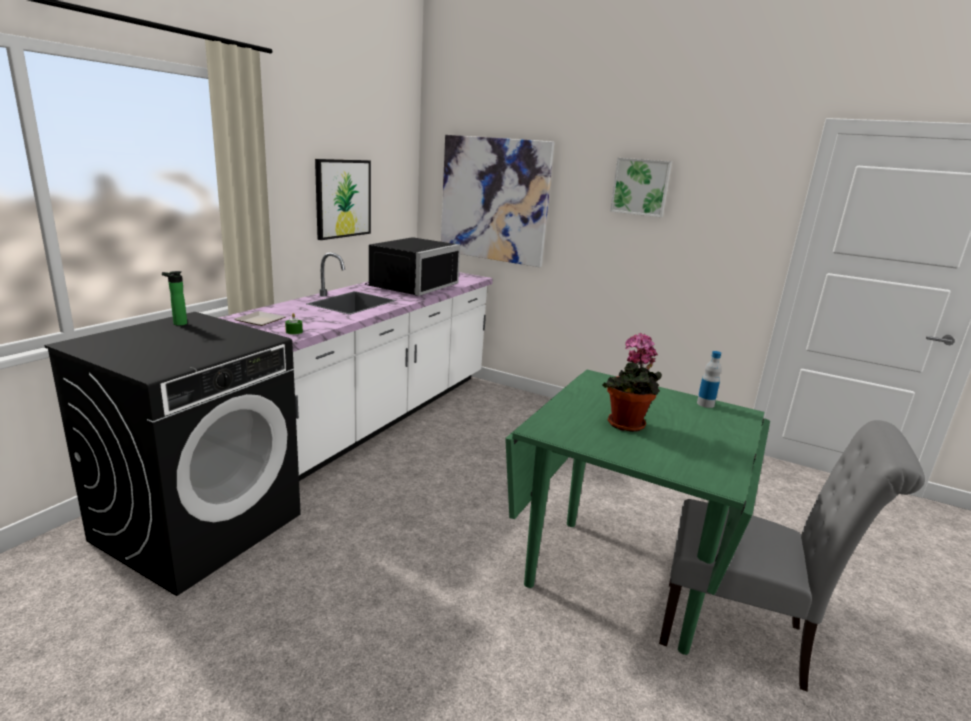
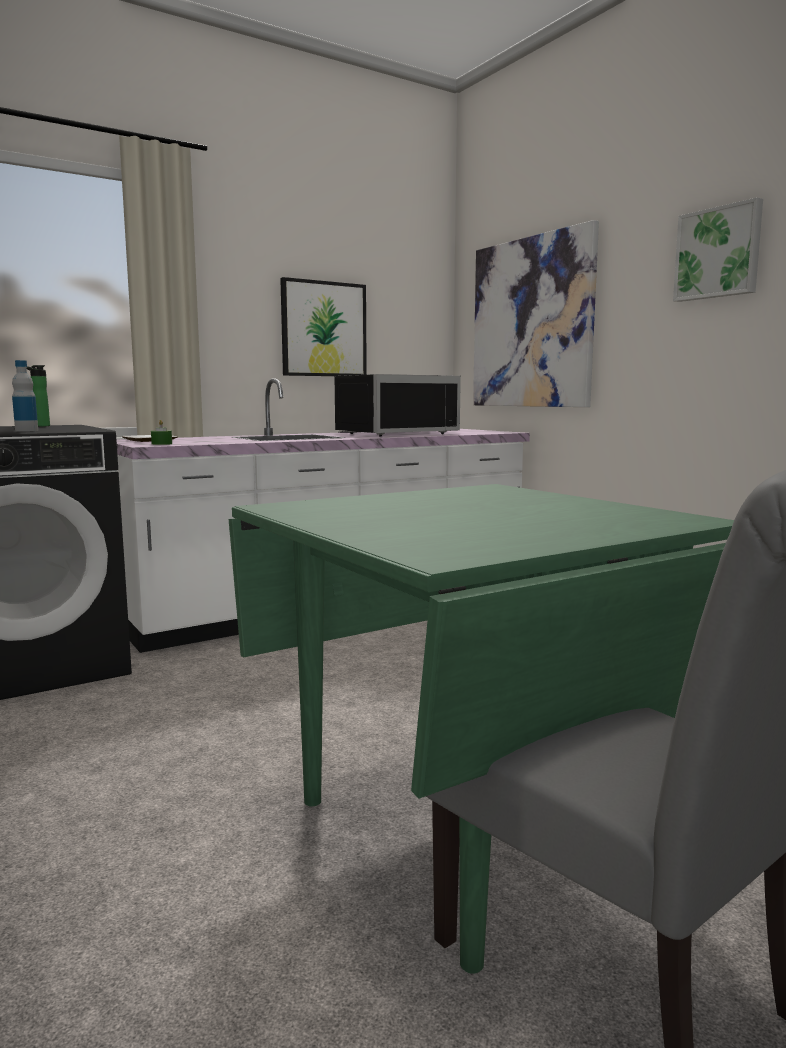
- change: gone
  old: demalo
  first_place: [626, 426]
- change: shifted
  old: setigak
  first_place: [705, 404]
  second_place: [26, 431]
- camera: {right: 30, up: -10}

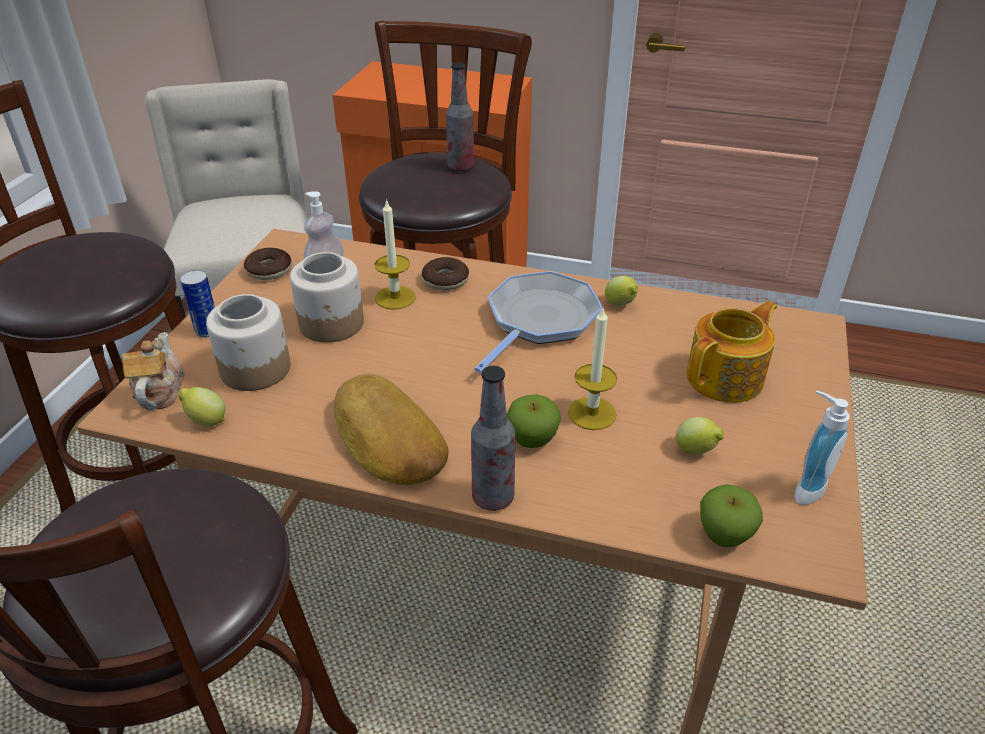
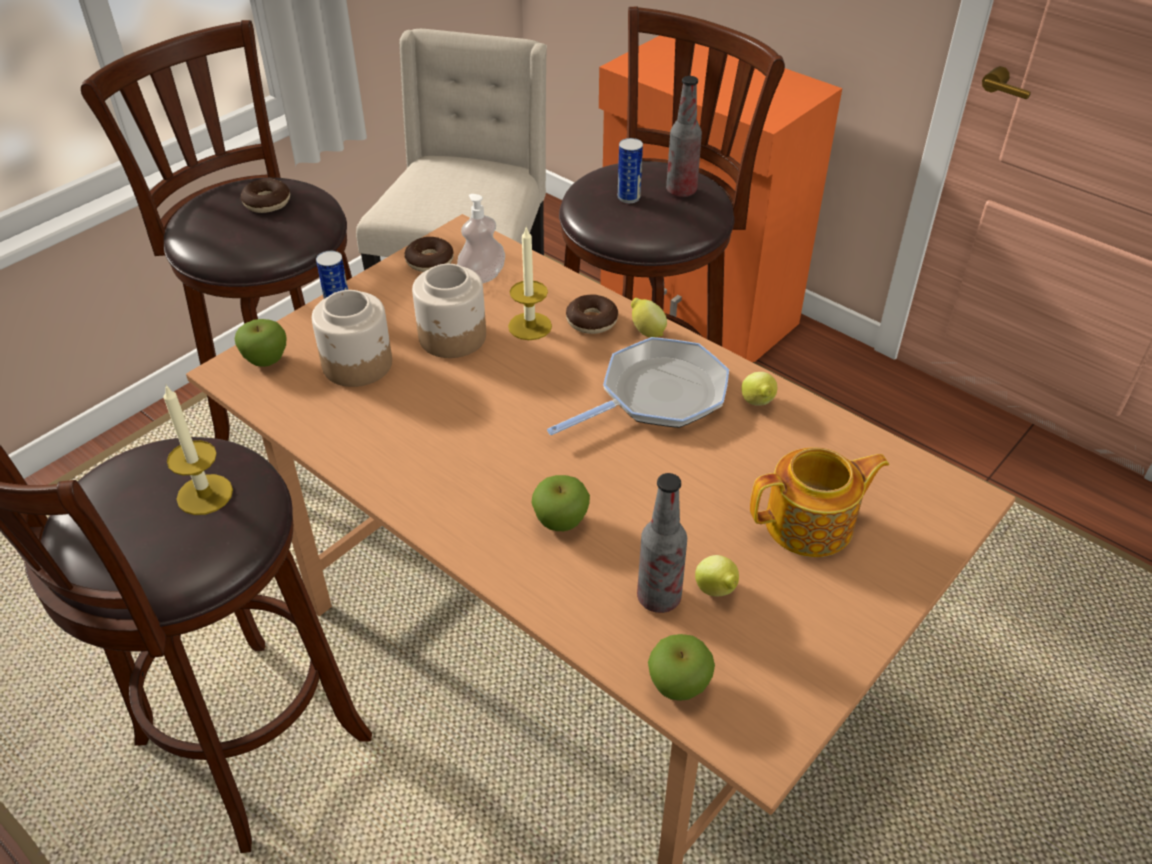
- change: shifted
  old: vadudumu
  first_place: [592, 413]
  second_place: [205, 494]
- change: swapped
  old: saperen
  new: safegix
  first_place: [159, 391]
  second_place: [266, 360]
- change: shifted
  old: setigak
  first_place: [493, 497]
  second_place: [658, 597]
- change: gone
  old: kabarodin
  first_place: [386, 440]
- change: shifted
  old: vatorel
  first_place: [206, 421]
  second_place: [646, 332]
- change: gone
  old: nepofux
  first_place: [804, 487]
- change: new
  new: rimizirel
  second_place: [628, 197]
- change: new
  new: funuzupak
  second_place: [267, 203]
- camera: {right: 25, up: 5}

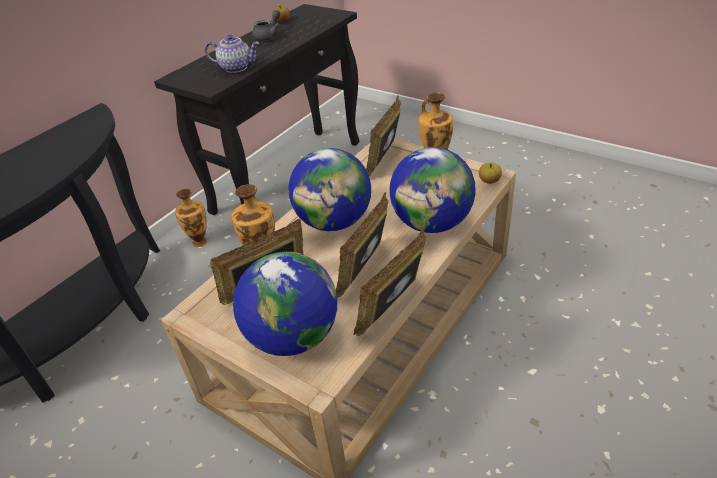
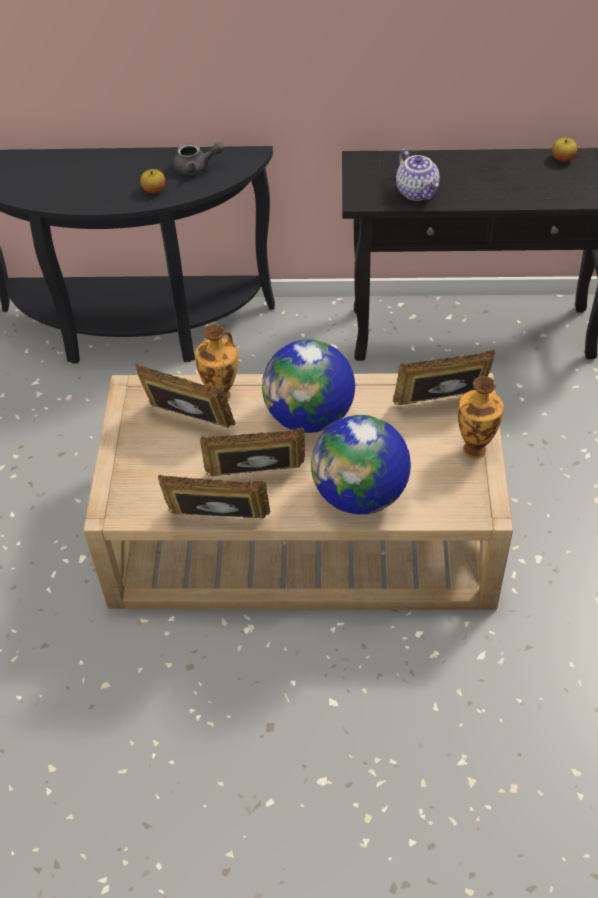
- change: shifted
  old: grey saperen
  first_place: [268, 36]
  second_place: [196, 167]
- change: shifted
  old: safegix
  first_place: [489, 181]
  second_place: [154, 190]
- change: gone
  old: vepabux
  first_place: [200, 241]
- change: gone
  old: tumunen
  first_place: [293, 336]
- camera: {right: 55, up: 10}

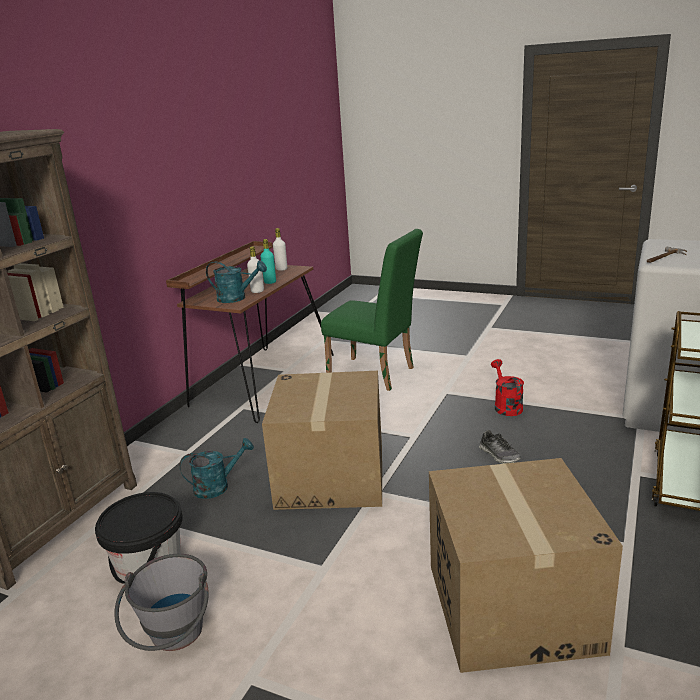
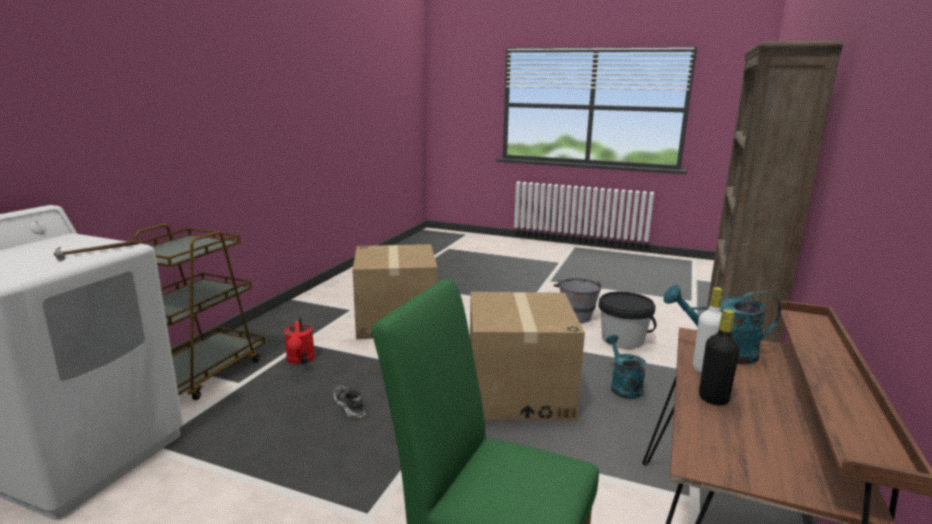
- change: gone
  old: white setigak
  first_place: [281, 269]
- change: repainted
  old: turquoise setigak
  new: black setigak
  first_place: [270, 282]
  second_place: [713, 399]
- change: shifted
  old: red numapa
  first_place: [506, 406]
  second_place: [300, 360]
- change: rotated
  old: turquoise numapa
  first_place: [218, 486]
  second_place: [623, 386]
  degrees: 105
- camera: {right: 175, up: -5}

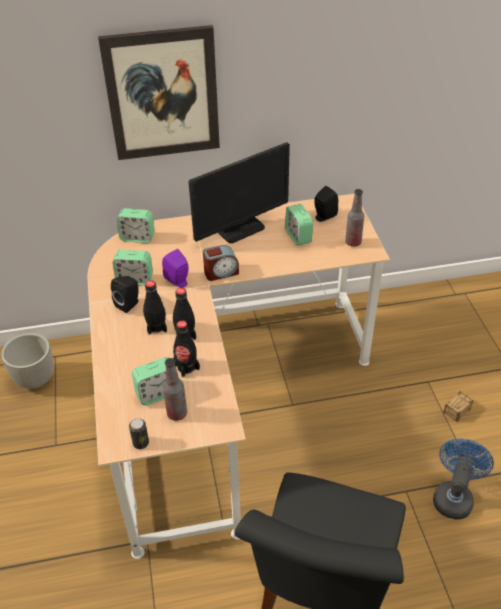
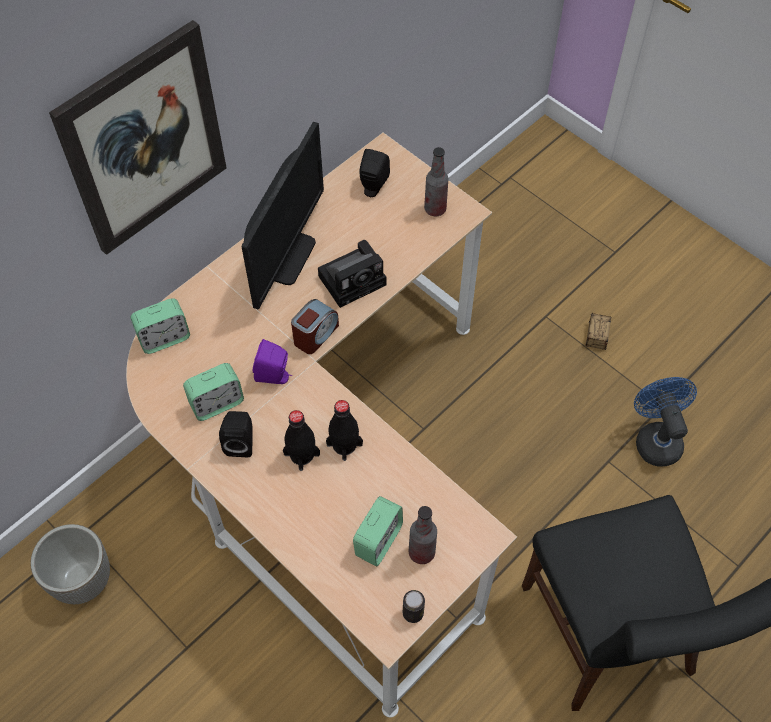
- change: gone
  old: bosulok
  first_place: [298, 236]
- change: gone
  old: black setigak
  first_place: [186, 367]
- change: new
  new: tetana
  second_place: [354, 279]
- camera: {right: -35, up: 15}

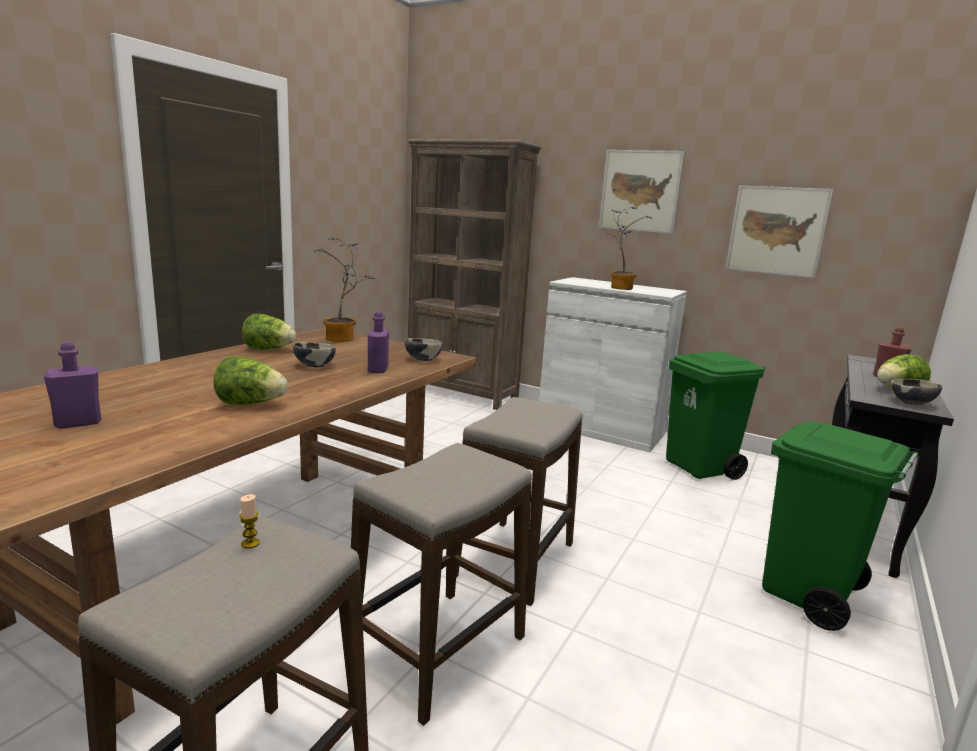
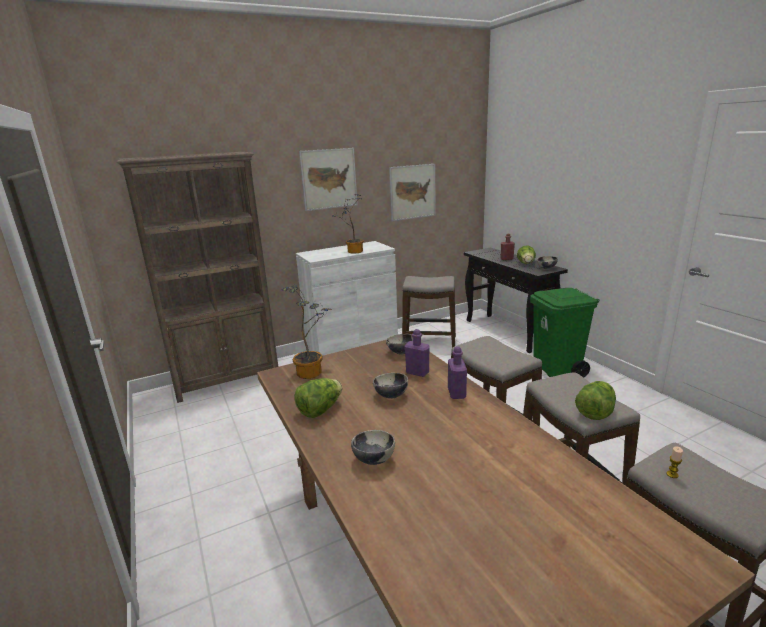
- change: shifted
  old: purple setigak
  first_place: [78, 423]
  second_place: [456, 393]
- change: swapped
  old: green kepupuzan
  new: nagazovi
  first_place: [700, 468]
  second_place: [429, 343]
- change: shifted
  old: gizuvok
  first_place: [250, 404]
  second_place: [595, 412]
- change: new
  new: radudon
  second_place: [373, 460]
- camera: {right: -55, up: 5}

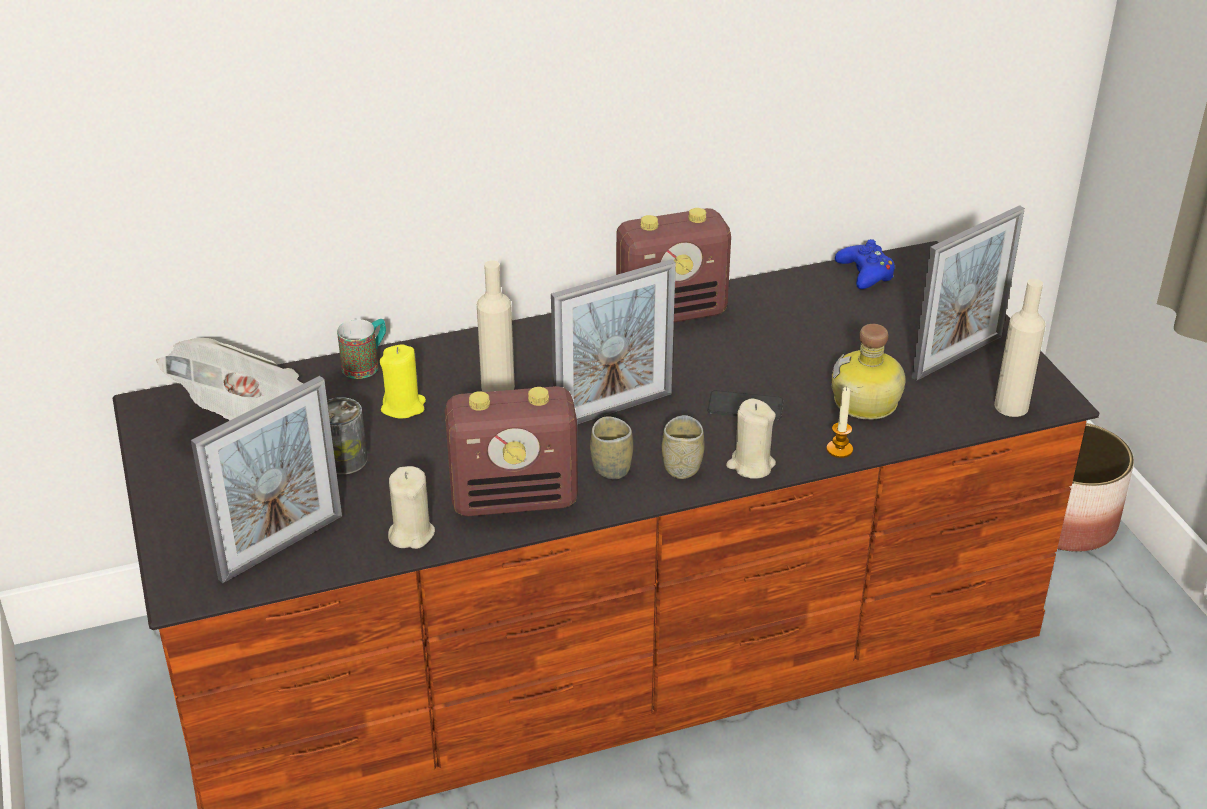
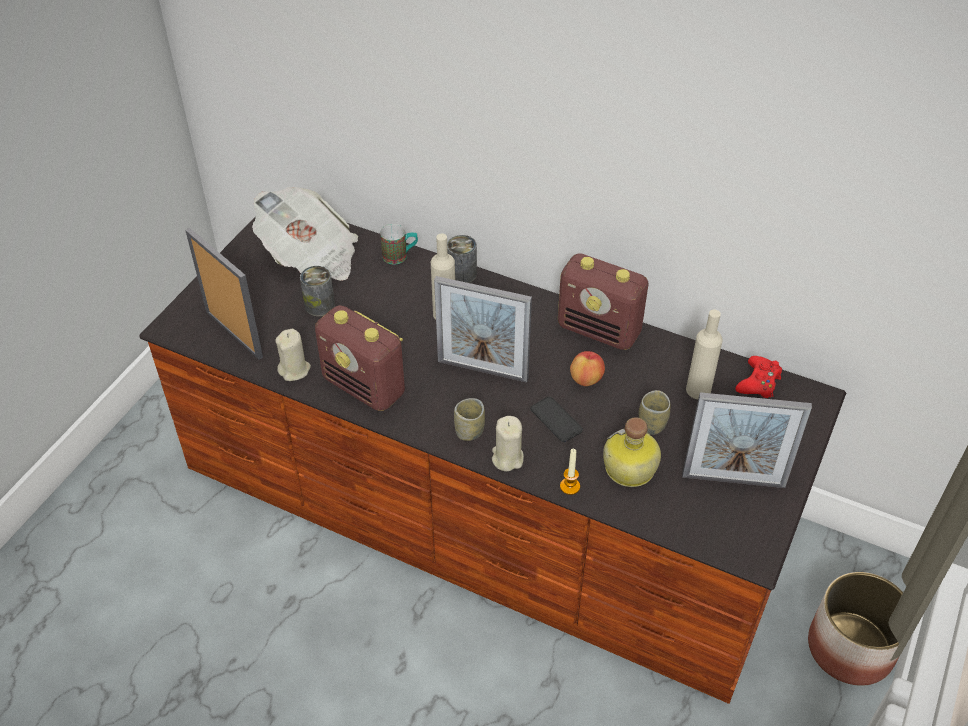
- change: repainted
  old: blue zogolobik
  new: red zogolobik
  first_place: [865, 273]
  second_place: [758, 383]
- change: shifted
  old: beige setigak
  first_place: [1011, 406]
  second_place: [698, 390]
- change: gone
  old: yellow vadudumu
  first_place: [403, 407]
- change: rotated
  old: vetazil
  first_place: [281, 547]
  second_place: [234, 334]
  degrees: -135
- change: shifted
  old: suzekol
  first_place: [611, 468]
  second_place: [652, 425]
- change: new
  new: rimizirel
  second_place: [462, 274]
- change: new
  new: safegix
  second_place: [586, 379]
- camera: {right: 45, up: 10}

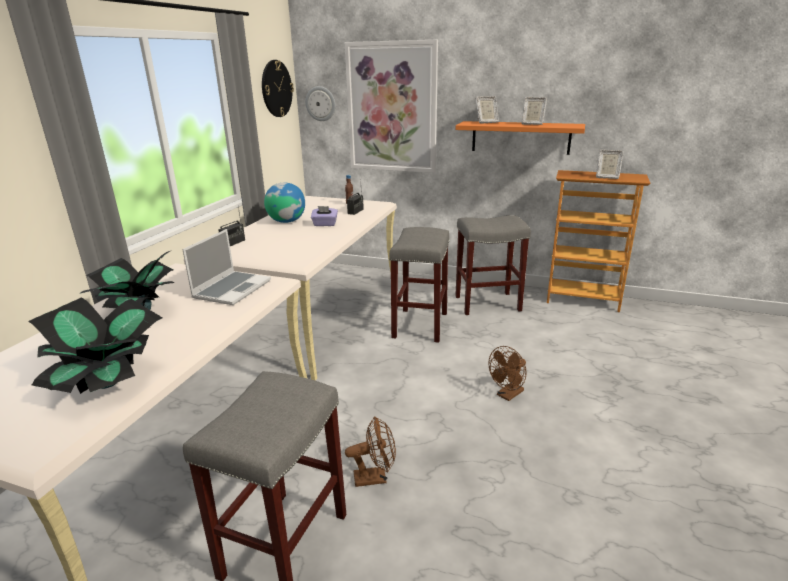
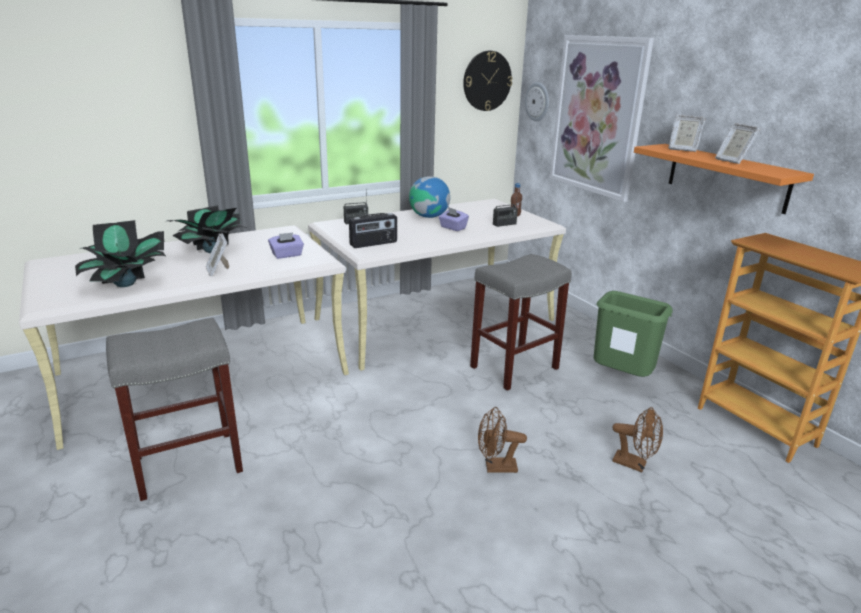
- change: shifted
  old: vetazil
  first_place: [606, 177]
  second_place: [218, 271]
- change: swapped
  old: grey nagazovi
  new: green kepupuzan
  first_place: [488, 303]
  second_place: [621, 378]
- change: swapped
  old: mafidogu
  new: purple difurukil
  first_place: [232, 289]
  second_place: [287, 255]
- change: shifted
  old: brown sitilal
  first_place: [375, 477]
  second_place: [634, 464]
- change: new
  new: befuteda
  second_place: [373, 244]
- camera: {right: 40, up: 0}

